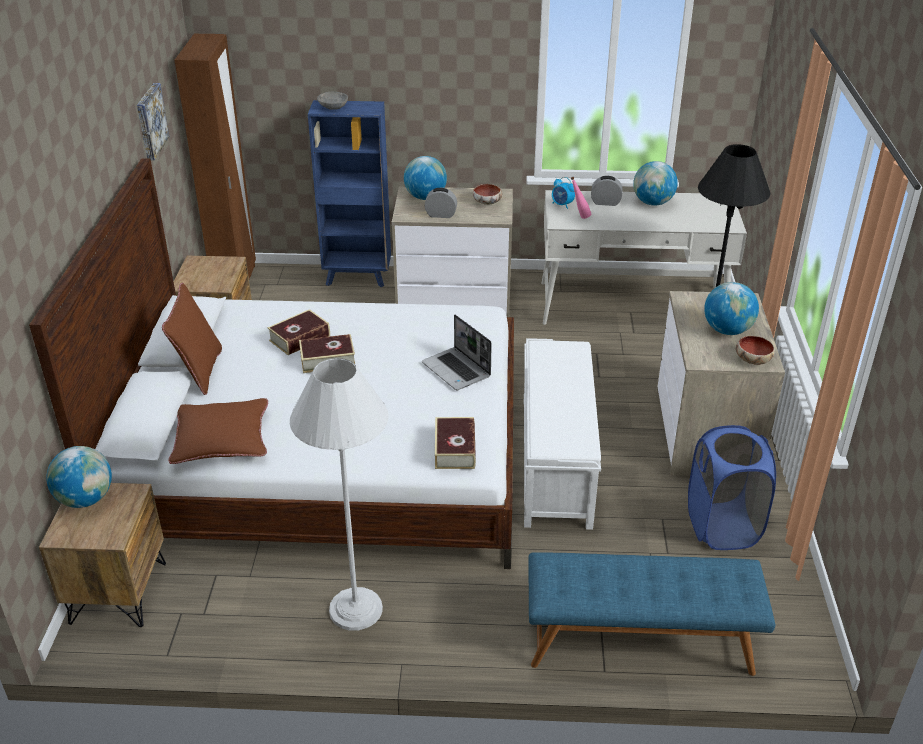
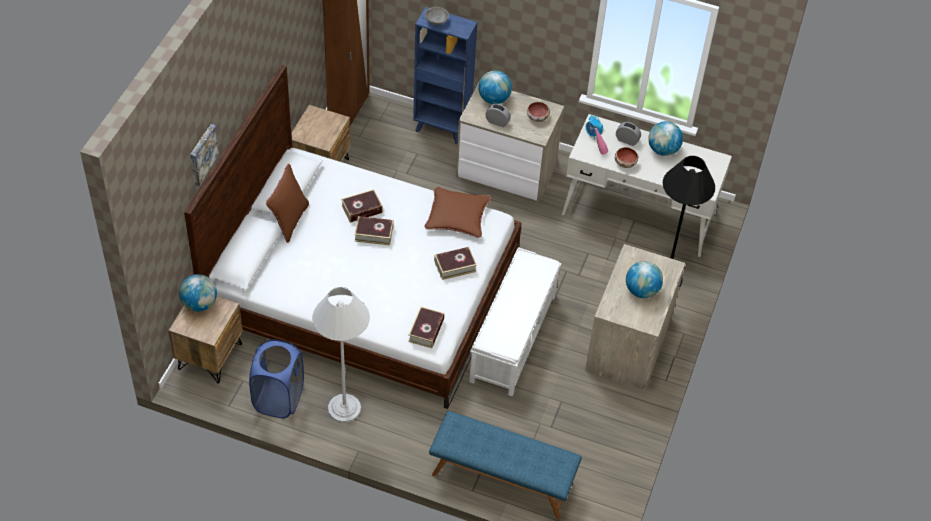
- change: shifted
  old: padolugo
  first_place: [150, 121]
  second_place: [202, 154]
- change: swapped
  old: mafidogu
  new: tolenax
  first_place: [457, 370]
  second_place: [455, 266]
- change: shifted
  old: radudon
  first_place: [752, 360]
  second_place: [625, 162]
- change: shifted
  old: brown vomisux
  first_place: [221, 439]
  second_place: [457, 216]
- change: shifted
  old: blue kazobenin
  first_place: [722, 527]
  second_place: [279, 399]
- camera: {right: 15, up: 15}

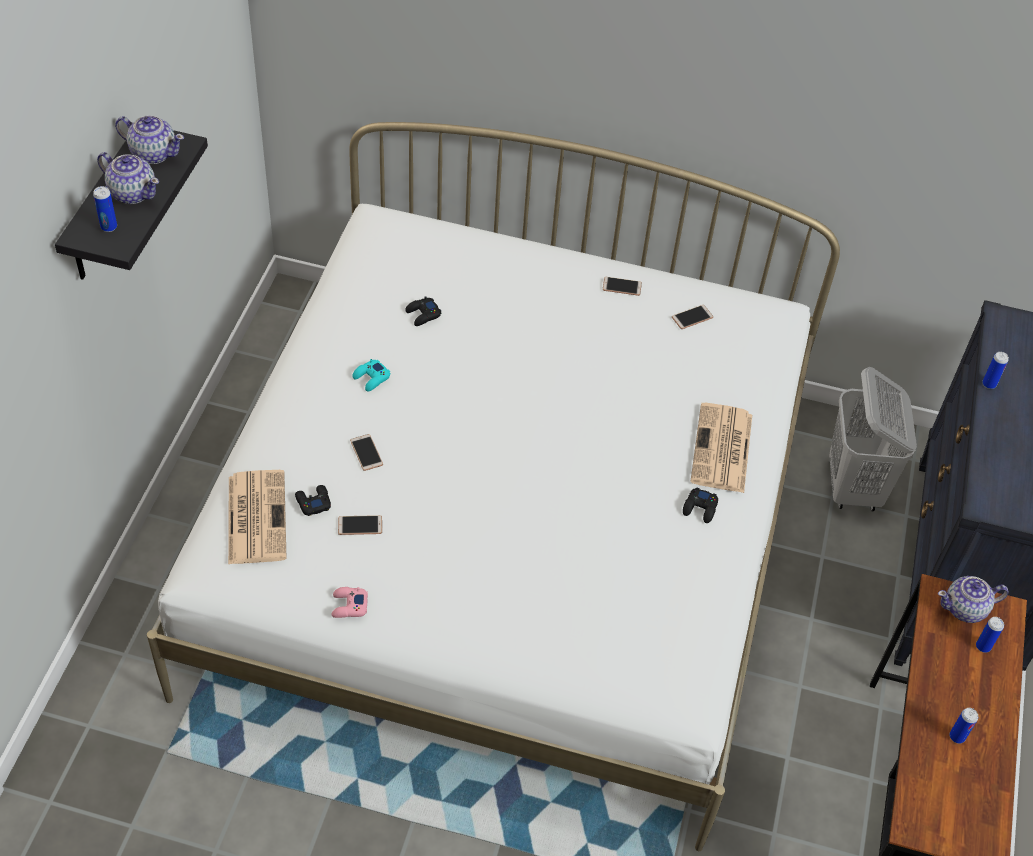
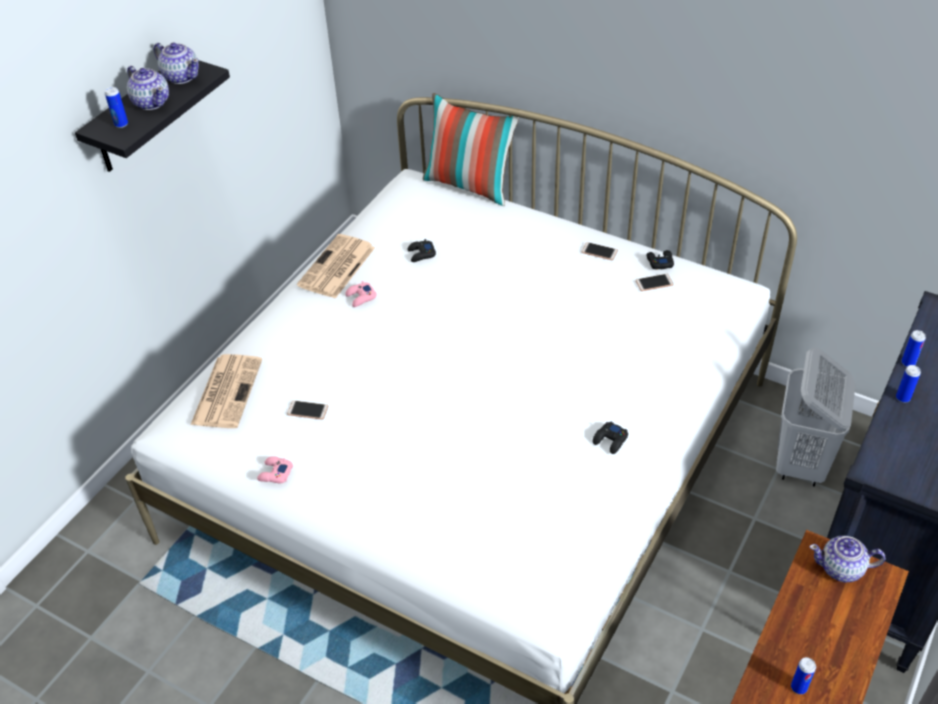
- change: repainted
  old: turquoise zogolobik
  new: pink zogolobik
  first_place: [371, 378]
  second_place: [361, 297]
- change: shifted
  old: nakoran
  first_place: [722, 450]
  second_place: [336, 268]
- change: gone
  old: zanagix
  first_place: [366, 453]
- change: shifted
  old: black zogolobik
  first_place: [313, 502]
  second_place: [659, 262]
- change: shifted
  old: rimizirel
  first_place: [983, 646]
  second_place: [903, 398]
- change: new
  new: vomisux
  second_place: [470, 185]
- camera: {right: 20, up: -5}

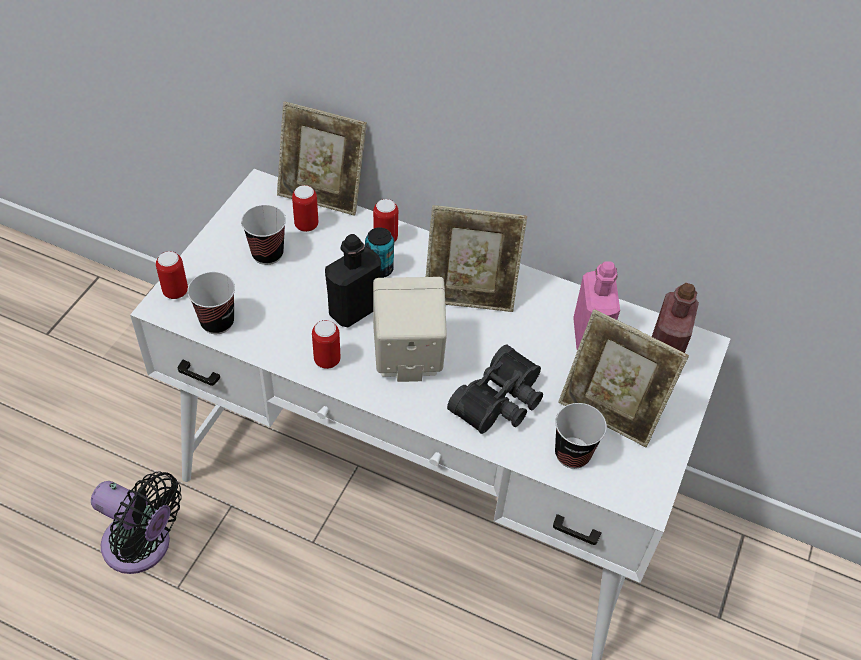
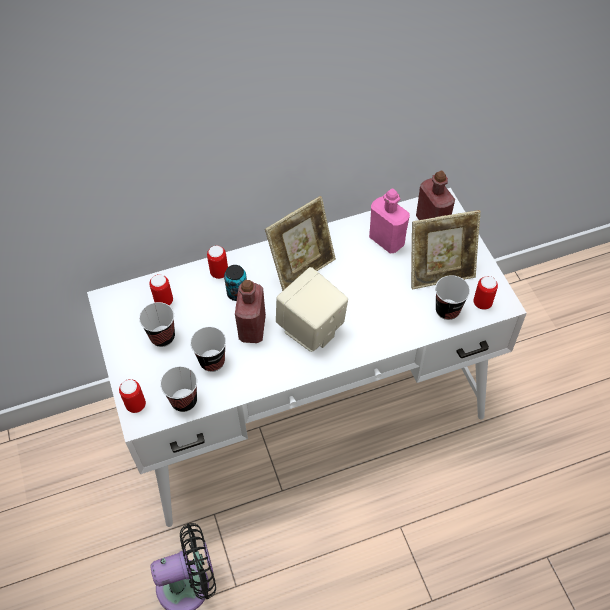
- change: gone
  old: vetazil
  first_place: [322, 195]
- change: repainted
  old: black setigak
  new: red setigak
  first_place: [354, 310]
  second_place: [252, 328]
- change: shifted
  old: rimizirel
  first_place: [327, 360]
  second_place: [482, 303]
- change: gone
  old: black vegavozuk
  first_place: [501, 402]
- change: new
  new: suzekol
  second_place: [212, 361]
- camera: {right: -40, up: 5}

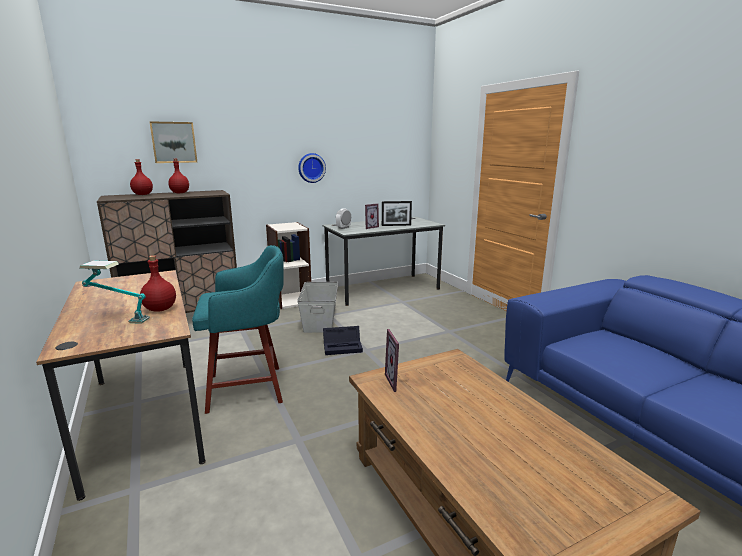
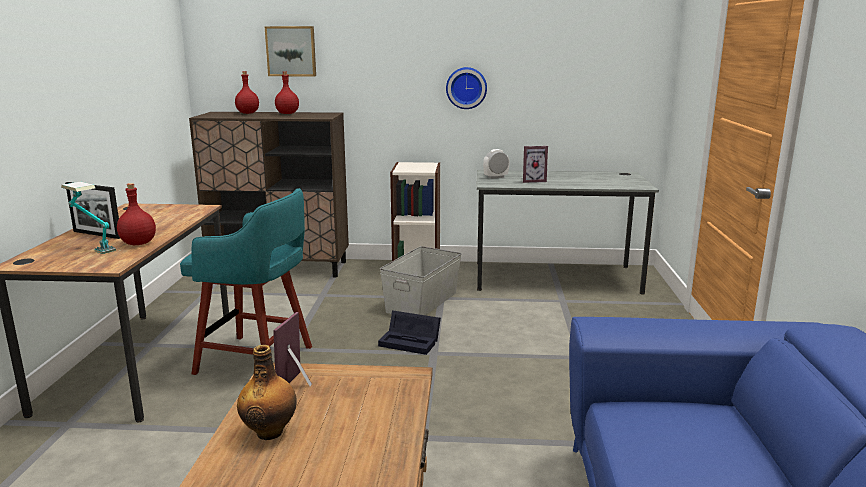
- change: shifted
  old: vetazil
  first_place: [396, 225]
  second_place: [97, 234]
- change: new
  new: setigak
  second_place: [270, 431]
- camera: {right: 30, up: 0}

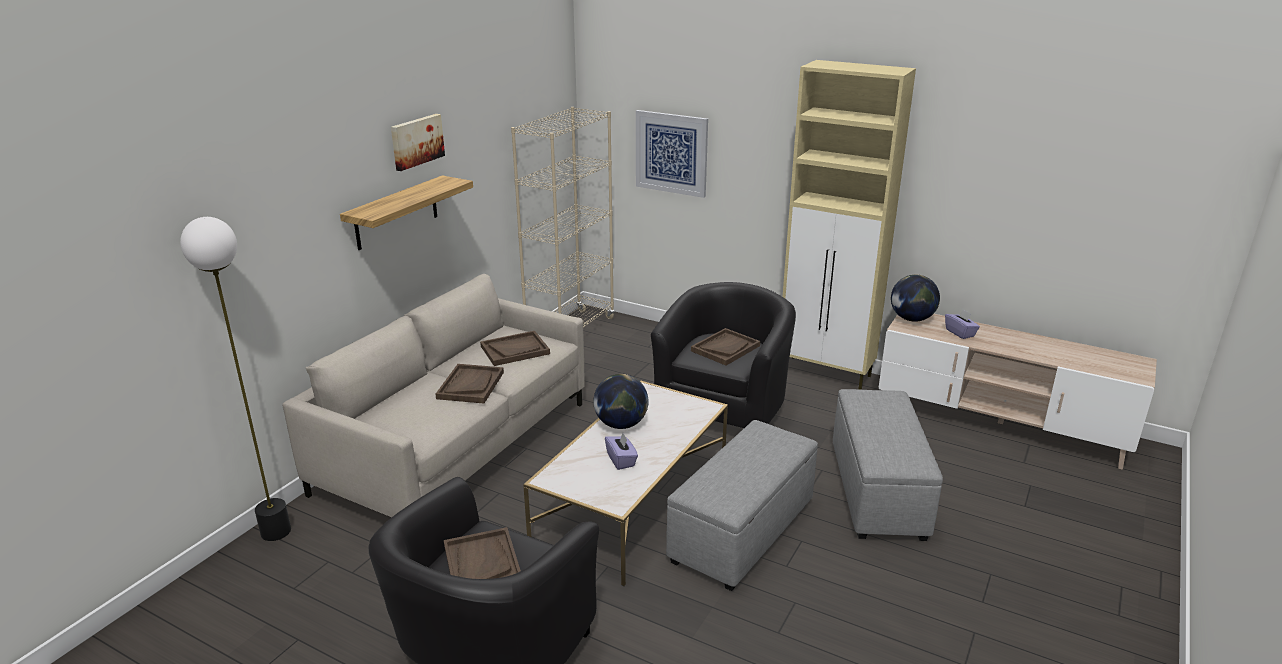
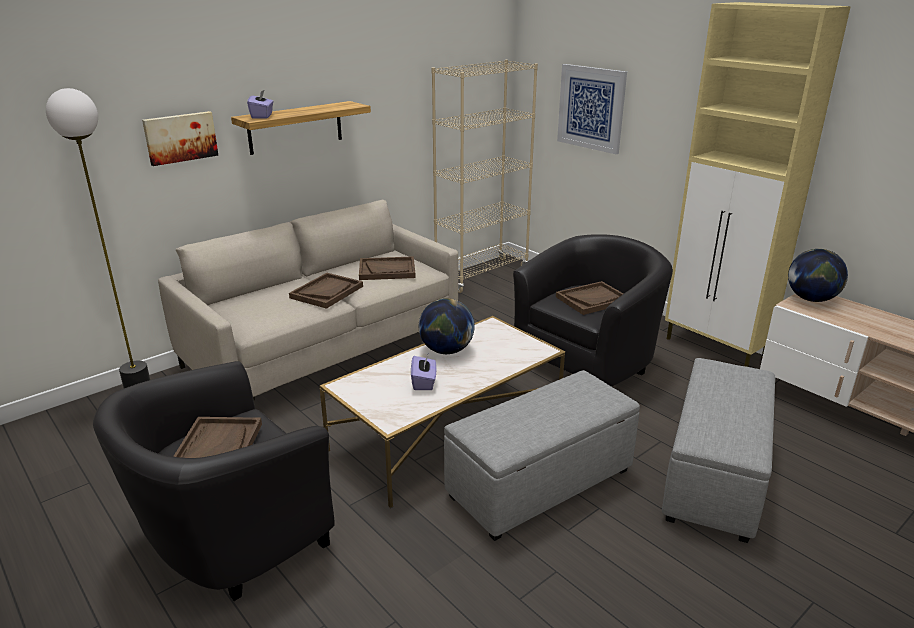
- change: shifted
  old: padolugo
  first_place: [416, 141]
  second_place: [180, 137]
- change: shifted
  old: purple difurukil
  first_place: [960, 333]
  second_place: [262, 116]
- camera: {right: 20, up: 0}

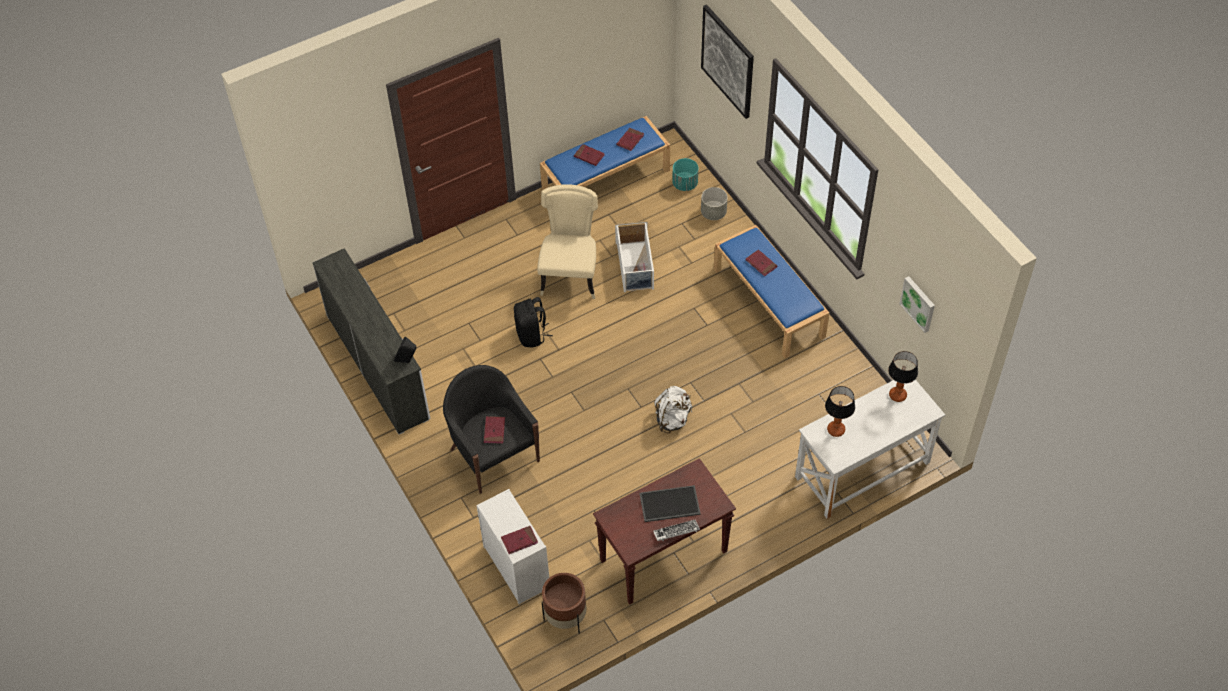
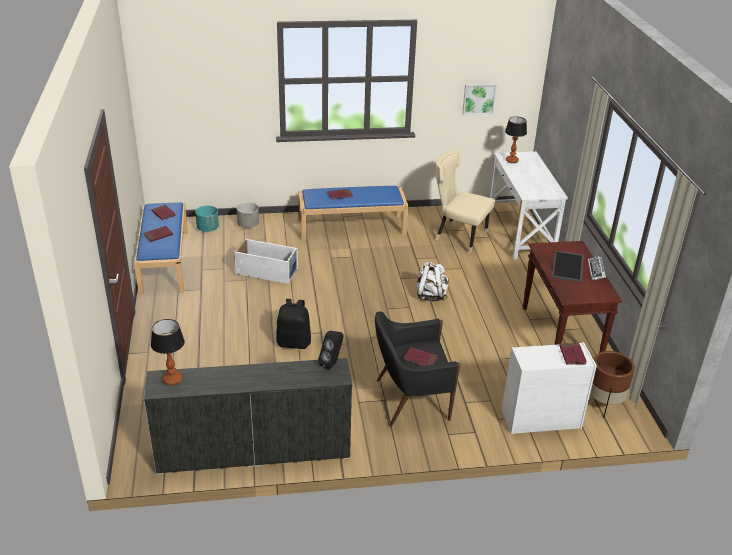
- change: gone
  old: padolugo
  first_place: [728, 61]
- change: shifted
  old: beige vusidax
  first_place: [570, 276]
  second_place: [458, 237]
- change: shifted
  old: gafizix
  first_place: [836, 430]
  second_place: [172, 379]
- camera: {right: -70, up: -20}

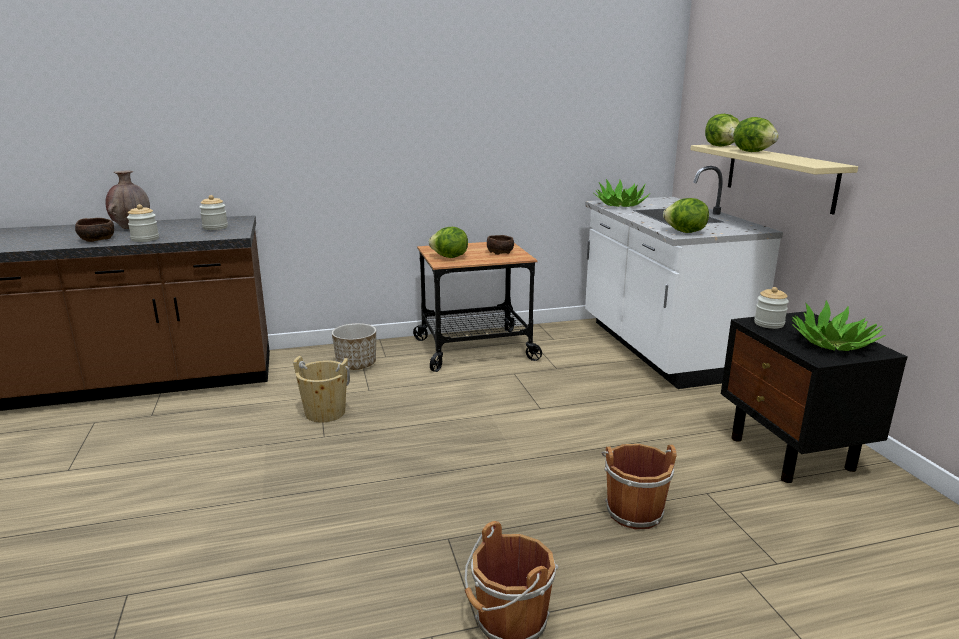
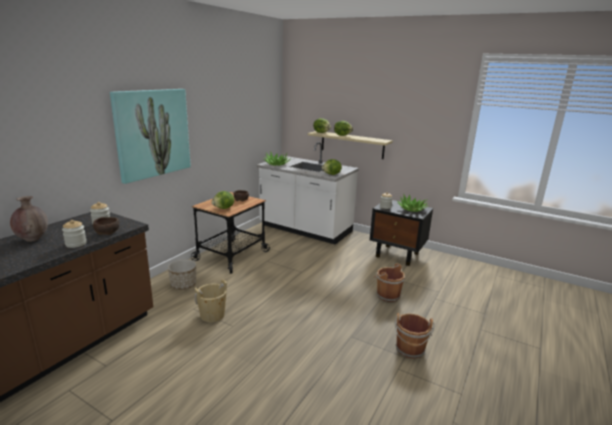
- change: shifted
  old: brown radudon
  first_place: [98, 239]
  second_place: [108, 232]
- change: new
  new: padolugo
  second_place: [152, 133]
- camera: {right: -45, up: 0}

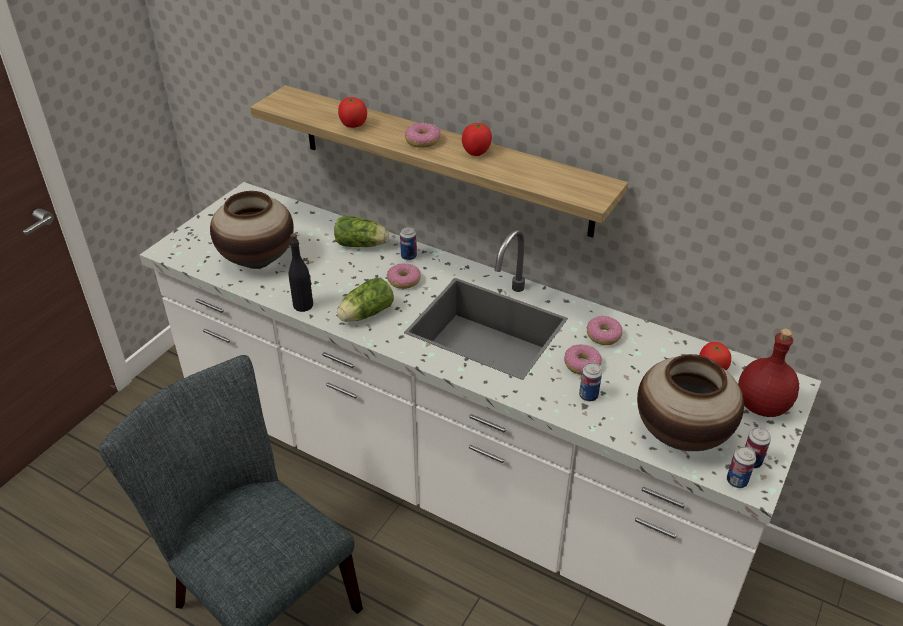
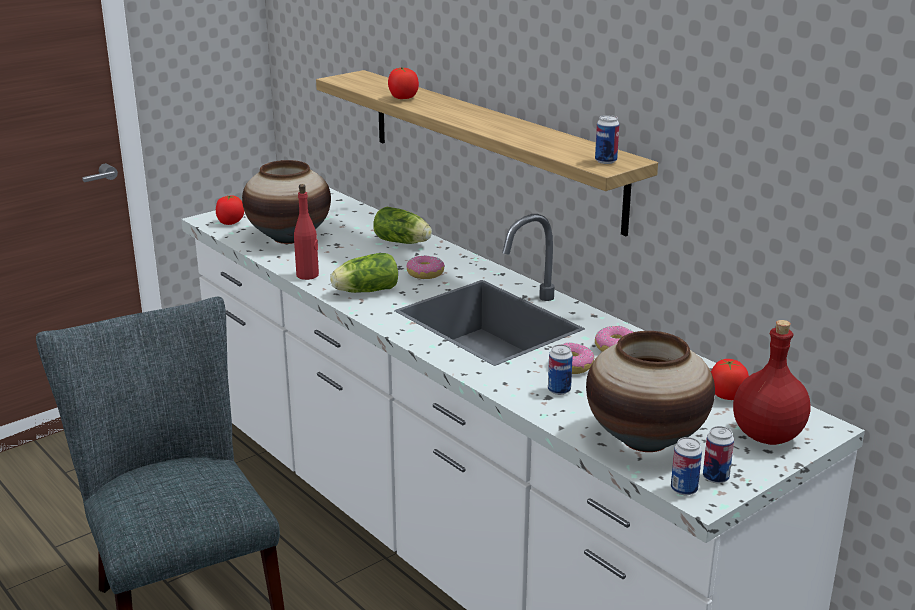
- change: gone
  old: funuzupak
  first_place: [422, 141]
- change: shifted
  old: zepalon
  first_place: [476, 152]
  second_place: [230, 222]
- change: shifted
  old: rimizirel
  first_place: [408, 256]
  second_place: [605, 161]
- change: repainted
  old: black setigak
  new: red setigak
  first_place: [303, 305]
  second_place: [308, 275]
- camera: {right: 20, up: -15}

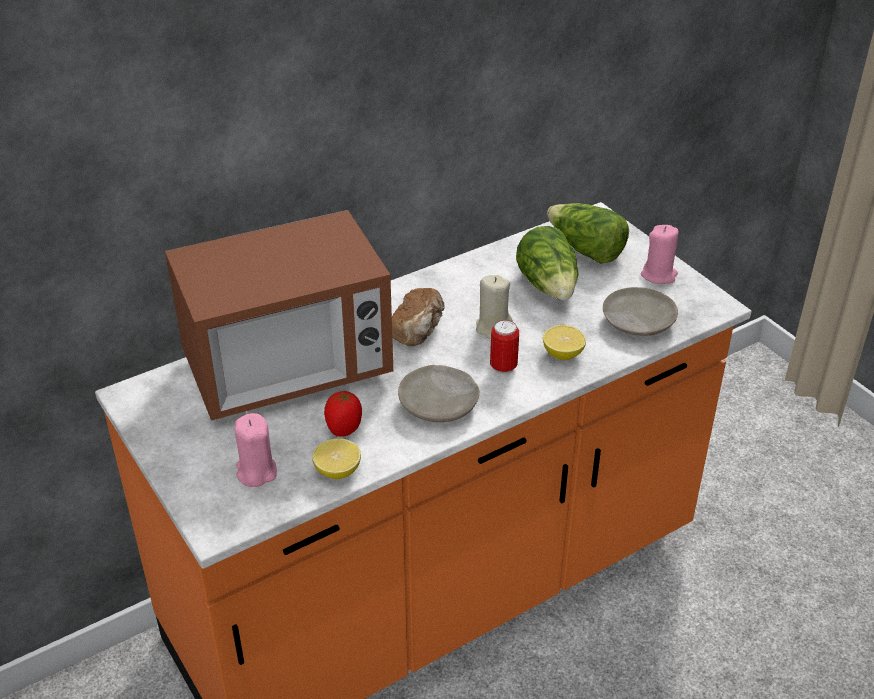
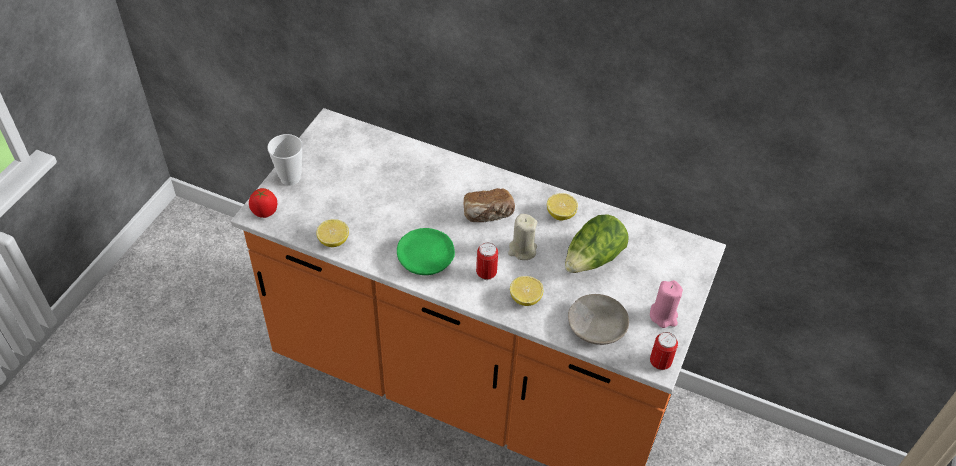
- change: gone
  old: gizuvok
  first_place: [585, 250]
- change: gone
  old: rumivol
  first_place: [288, 369]
- change: repainted
  old: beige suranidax
  new: green suranidax
  first_place: [439, 404]
  second_place: [426, 258]
- change: shifted
  old: zepalon
  first_place: [344, 429]
  second_place: [265, 213]
- change: gone
  old: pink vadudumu
  first_place: [256, 472]
- change: new
  new: suzekol
  second_place: [290, 178]
- change: new
  new: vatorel
  second_place: [561, 214]
- change: new
  new: rimizirel
  second_place: [660, 363]
- camera: {right: 55, up: 10}

